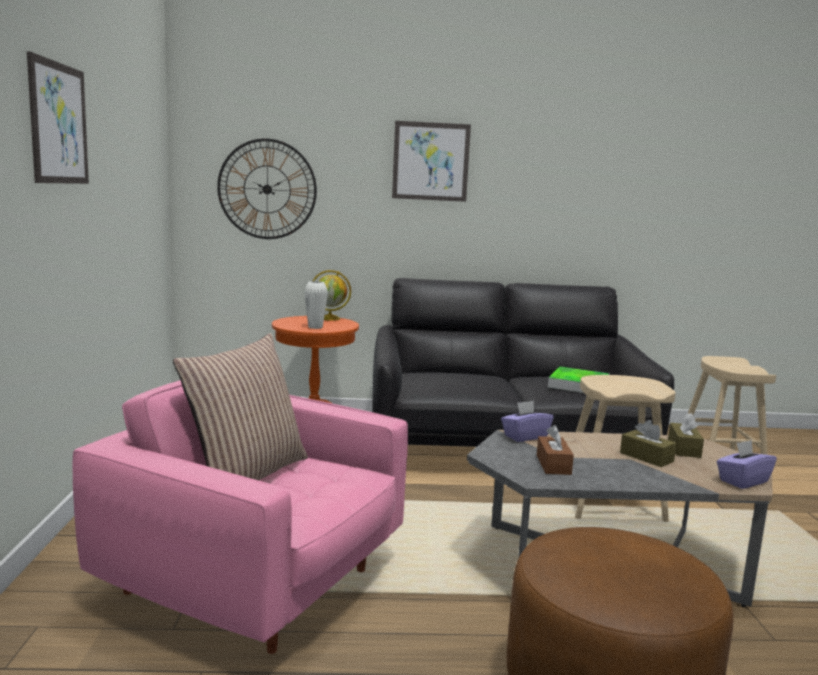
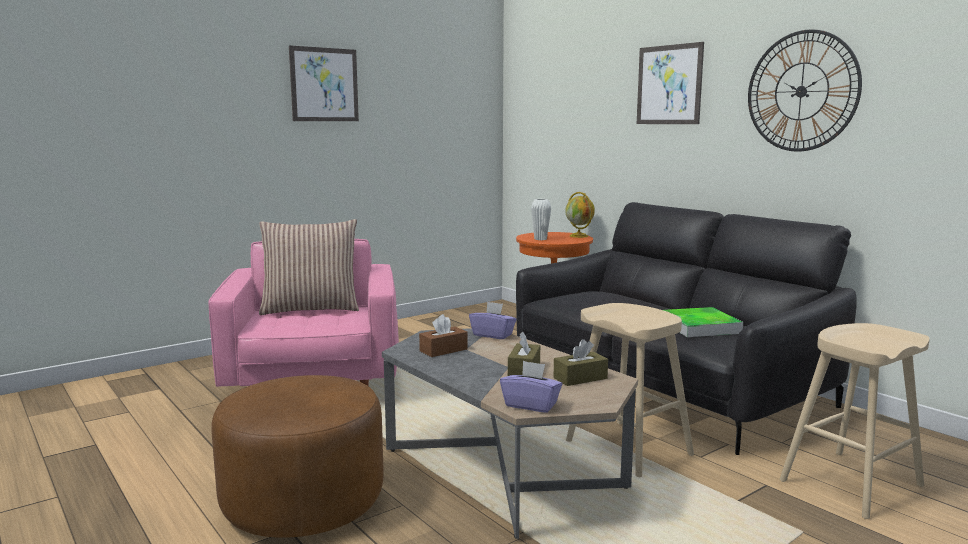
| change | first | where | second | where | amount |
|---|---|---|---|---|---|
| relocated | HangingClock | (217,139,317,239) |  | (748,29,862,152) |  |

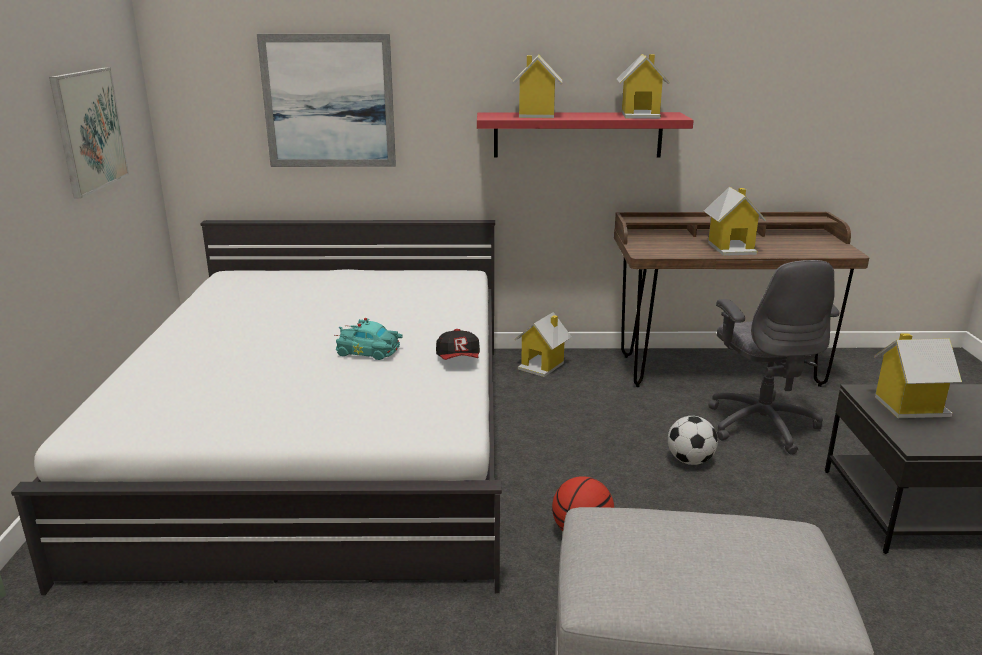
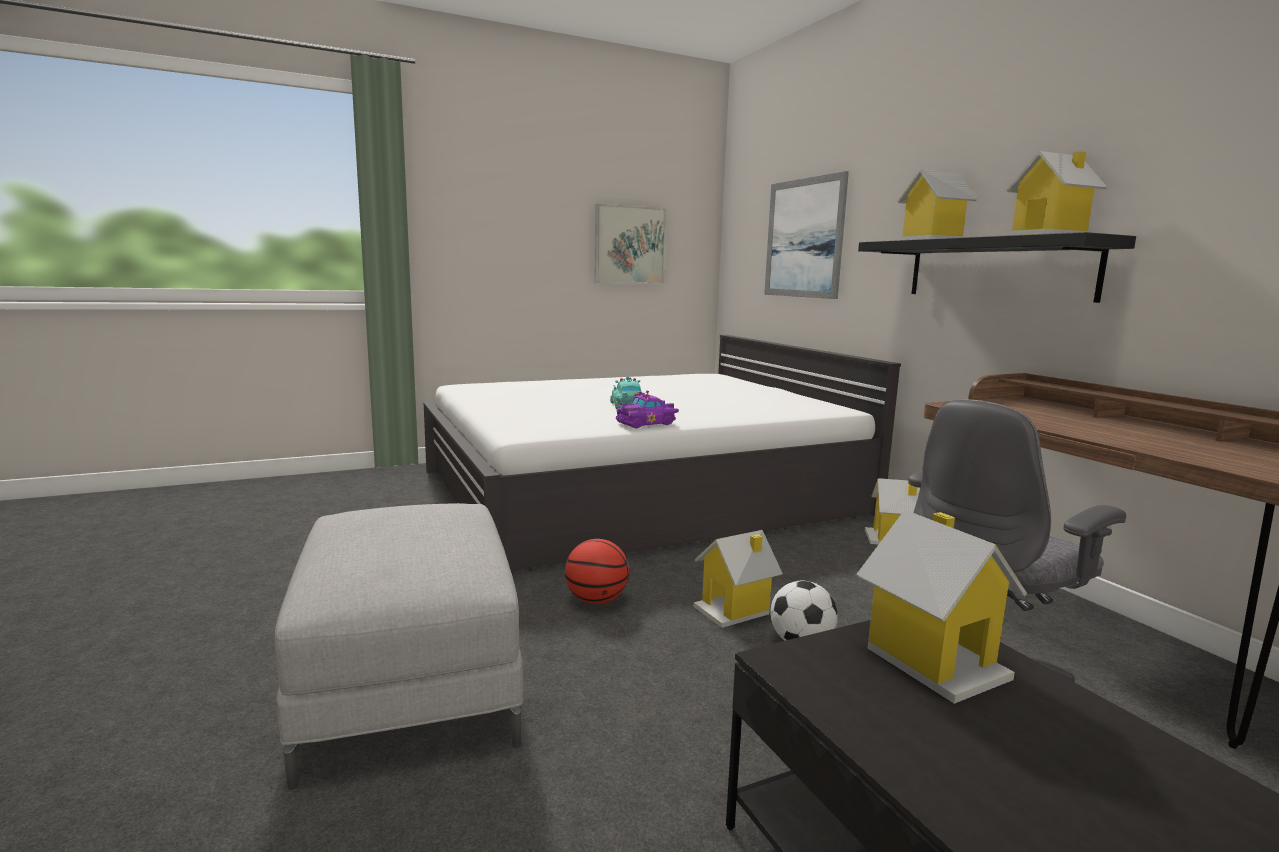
| change | first | where | second | where | amount |
|---|---|---|---|---|---|
| relocated | MiniatureHouse | (704,187,767,256) |  | (693,530,783,628) |  |
| exchanged | Cap | (436,329,480,360) | PurpleColouredToyCar | (616,391,679,428) |  |
| colour | ReddishWallShelf | (477,112,694,158) | BlackishWallShelf | (858,232,1136,303) |  |

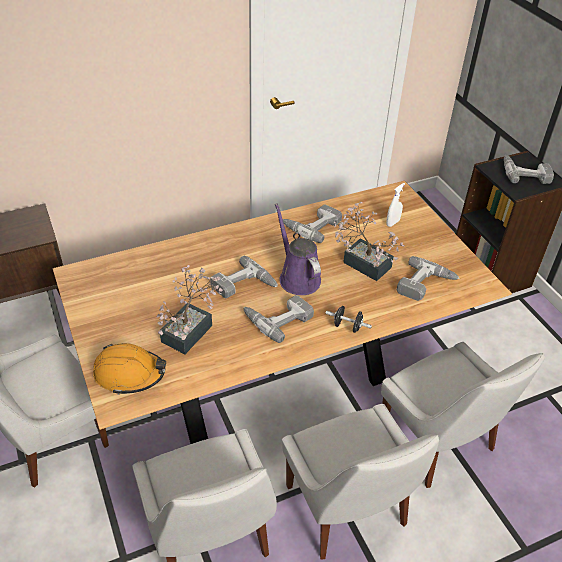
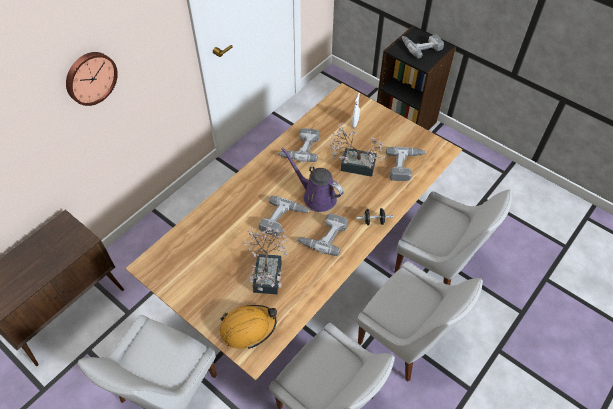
| change | first | where | second | where | amount |
|---|---|---|---|---|---|
| appeared |  |  | HangingClock | (66,52,118,106) |  |

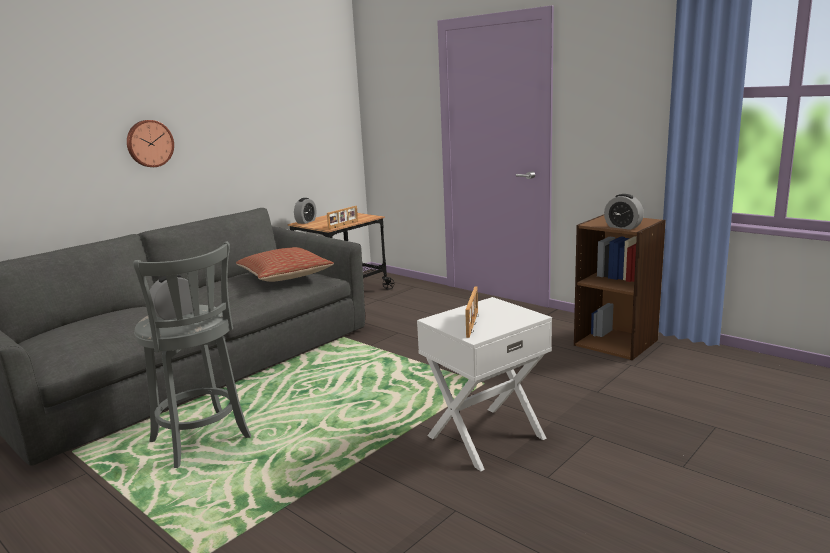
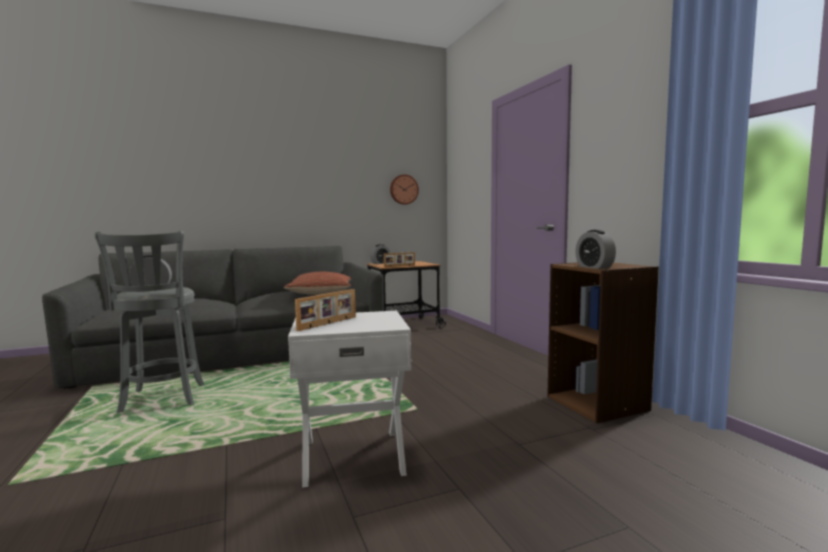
| change | first | where | second | where | amount |
|---|---|---|---|---|---|
| relocated | HangingClock | (127,120,174,167) |  | (390,175,419,205) |  |

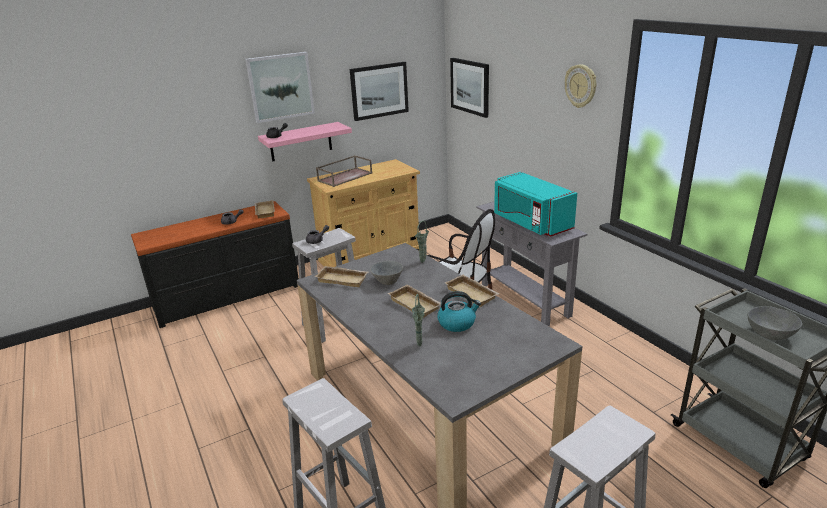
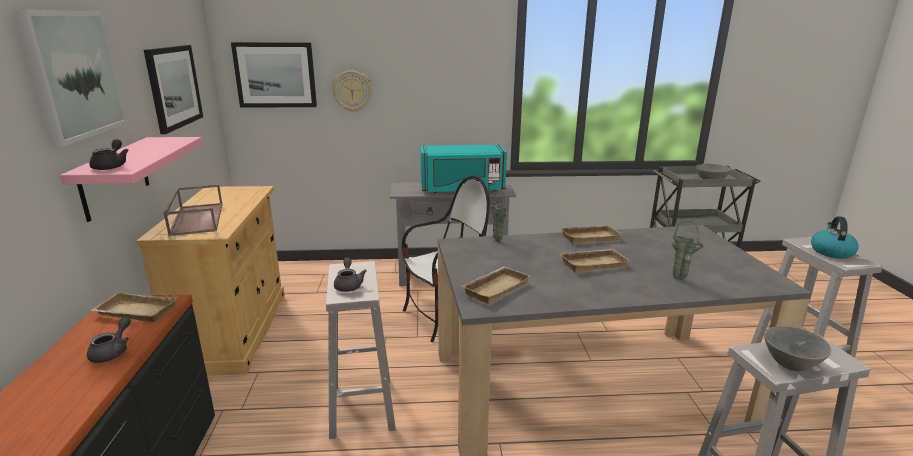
| change | first | where | second | where | amount |
|---|---|---|---|---|---|
| relocated | GrayBowl | (370,261,403,285) |  | (764,326,831,371) |  |
| relocated | WaterKettle | (437,291,481,332) |  | (811,216,859,259) |  |
| relocated | HangingClock | (565,64,596,108) |  | (332,70,372,112) |  |

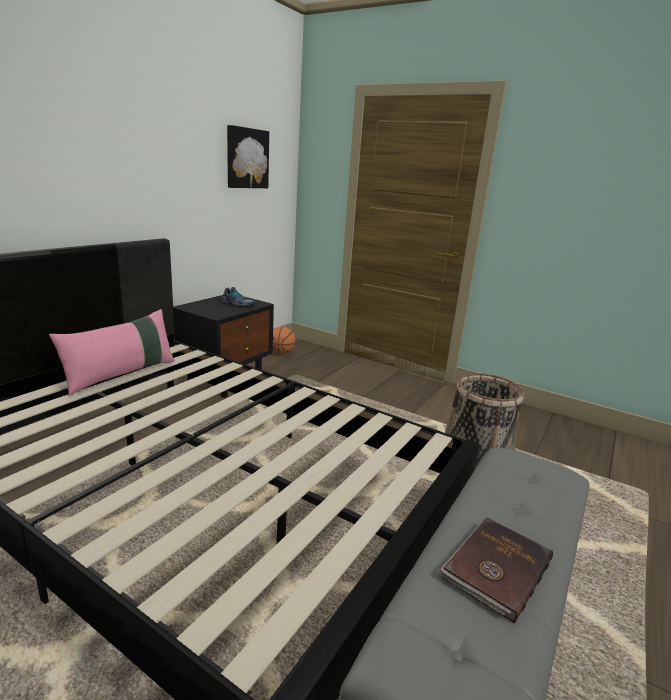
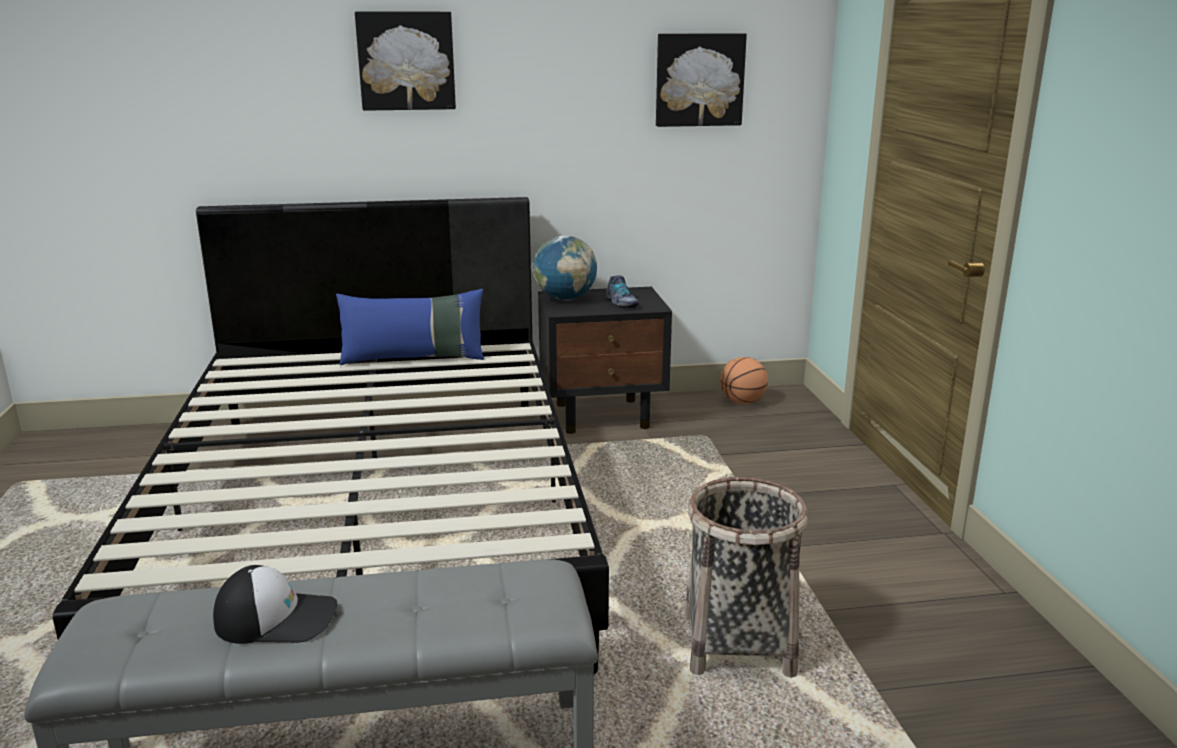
| change | first | where | second | where | amount |
|---|---|---|---|---|---|
| appeared |  |  | Picture | (355,12,456,111) |  |
| appeared |  |  | DeskGlobe | (533,236,597,301) |  |
| exchanged | BrownColouredVolume | (436,517,553,623) | Cap | (213,565,337,644) |  |
| colour | PinkColouredThrowPillow | (49,309,175,396) | BlueThrowPillow | (336,289,484,365) |  |

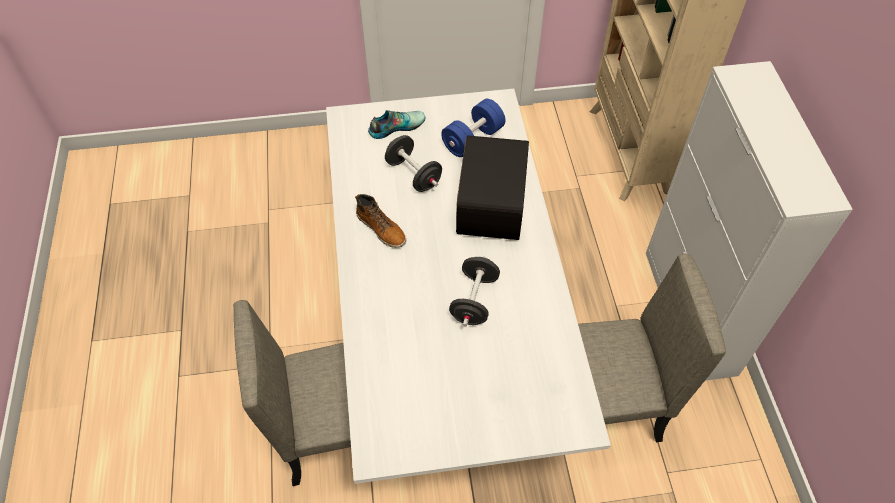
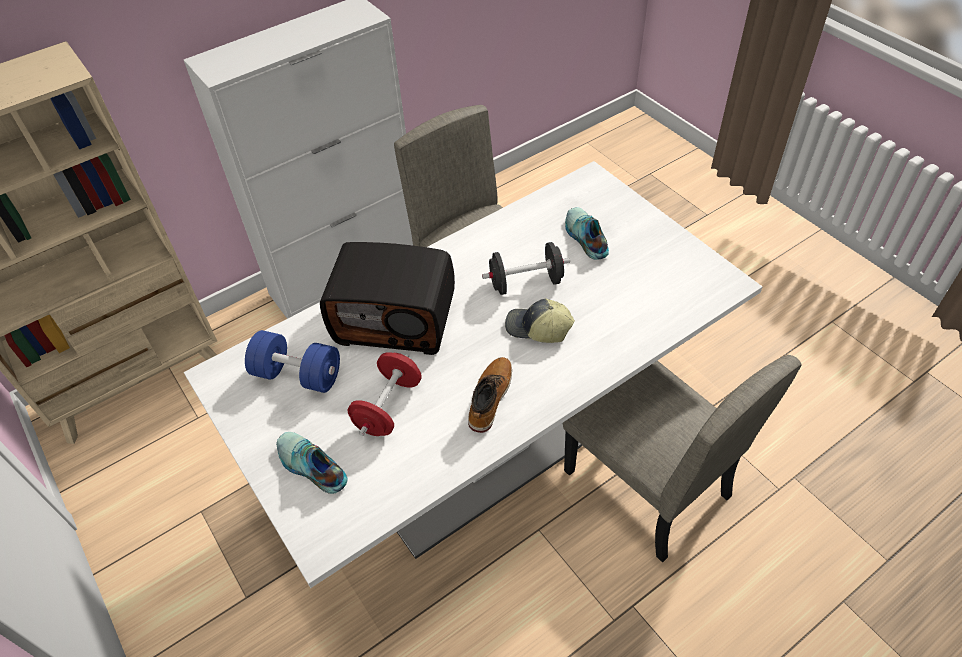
| change | first | where | second | where | amount |
|---|---|---|---|---|---|
| appeared |  |  | Cap | (505,298,575,343) |  |
| appeared |  |  | Shoe | (565,207,609,260) |  |
| colour | BlackishHandWeight | (385,135,442,192) | ReddishHandWeight | (347,352,422,436) |  |
| spun | RadioReceiver | (456,135,529,240) |  | (320,242,455,355) | 150 degrees counterclockwise |

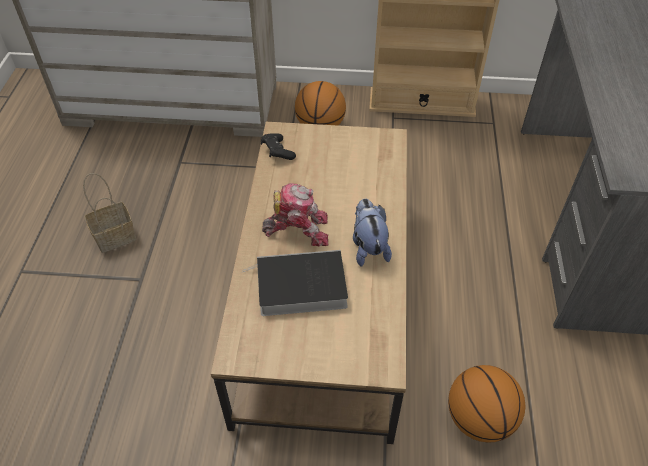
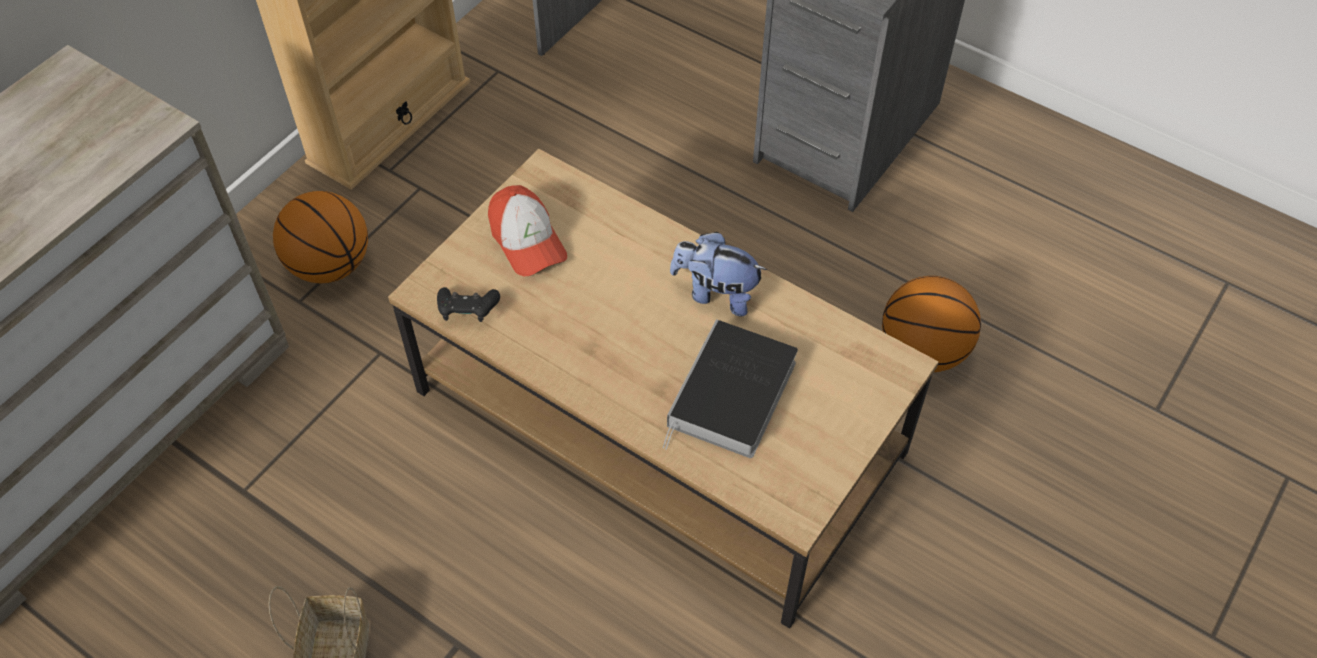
| change | first | where | second | where | amount |
|---|---|---|---|---|---|
| missing | ToyRobot | (262,183,328,246) |  |  |  |
| appeared |  |  | Cap | (488,185,567,276) |  |

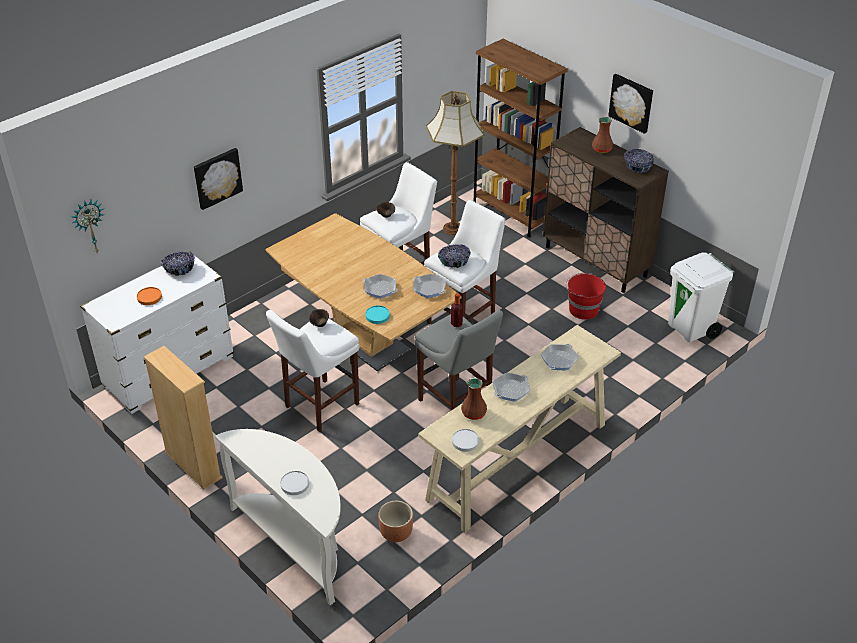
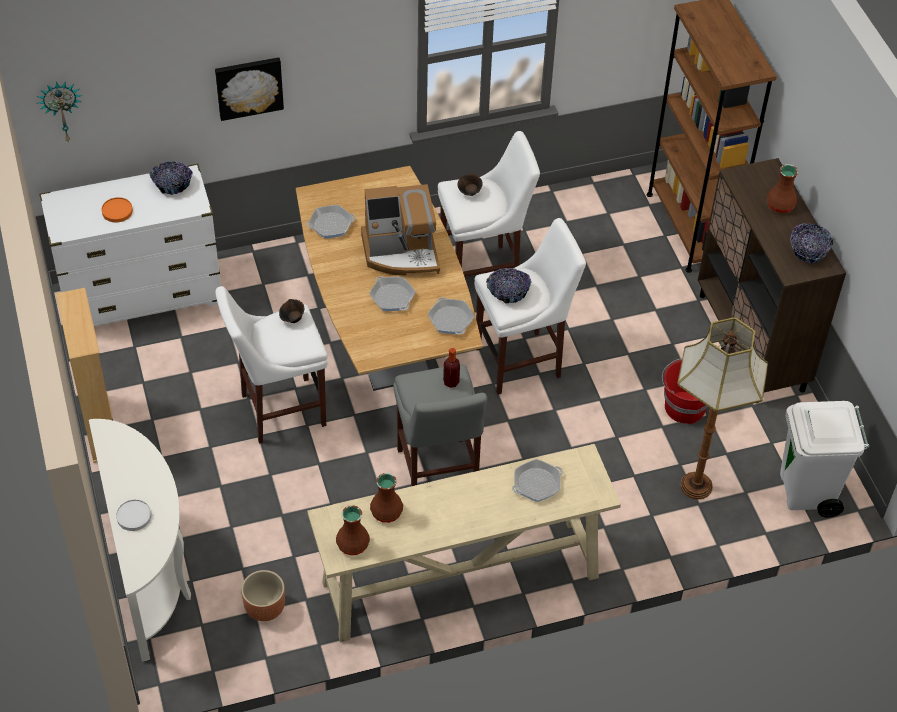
| change | first | where | second | where | amount |
|---|---|---|---|---|---|
| missing | TurquoisePlate | (365,305,390,324) |  |  |  |
| missing | Picture | (608,74,653,134) |  |  |  |
| appeared |  |  | CoffeeMaker | (361,184,440,275) |  |
| relocated | FloorLamp | (426,91,484,235) |  | (677,317,768,499) |  |
| relocated | Skillet | (493,373,530,402) |  | (306,205,356,238) |  |
| exchanged | WhiteColouredPlate | (452,429,479,452) | BrownColouredFlowerVase | (336,505,370,555) |  |

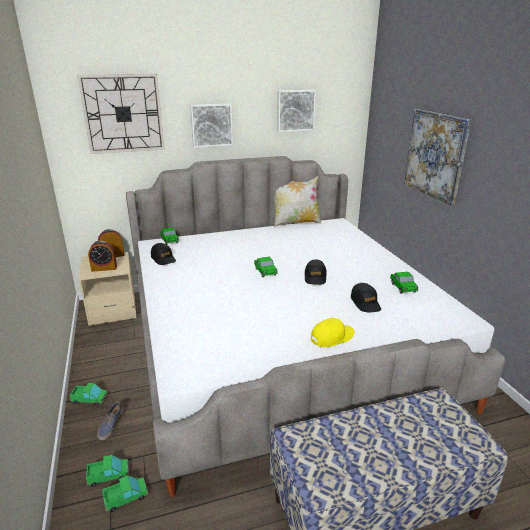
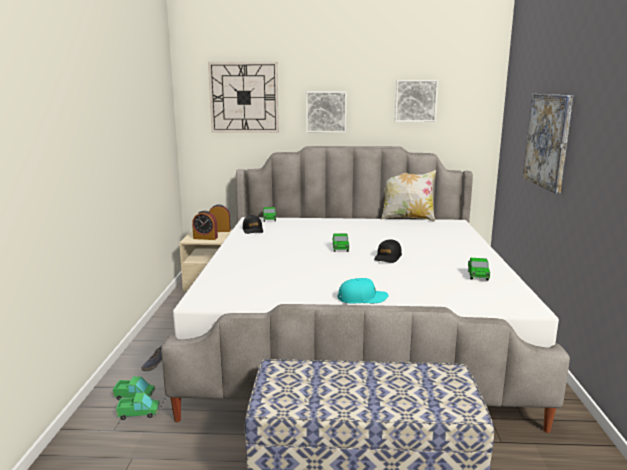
| change | first | where | second | where | amount |
|---|---|---|---|---|---|
| missing | ModelTruck | (70,383,108,405) |  |  |  |
| missing | BlackishCap | (351,283,381,312) |  |  |  |
| colour | YellowCap | (311,318,354,347) | TurquoiseCap | (337,278,388,303) |  |

